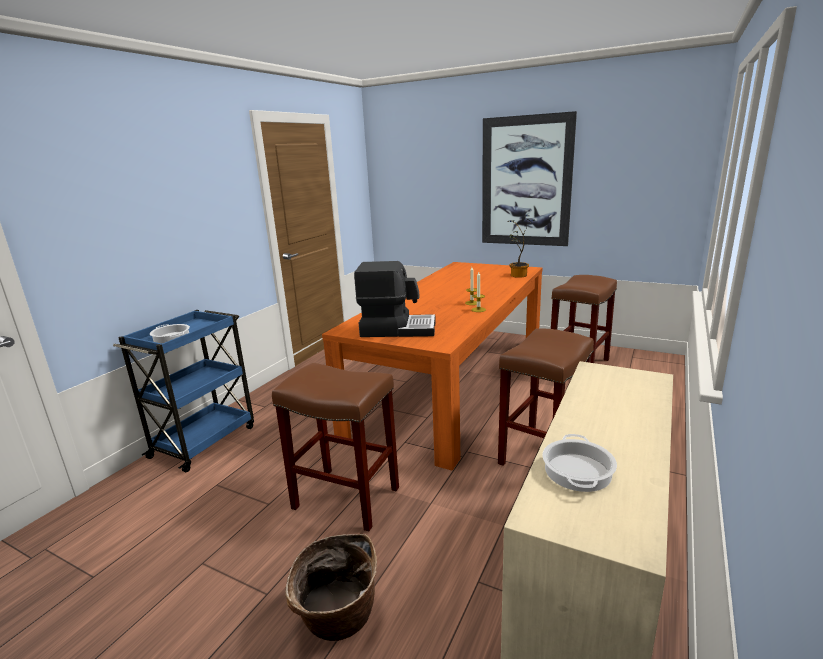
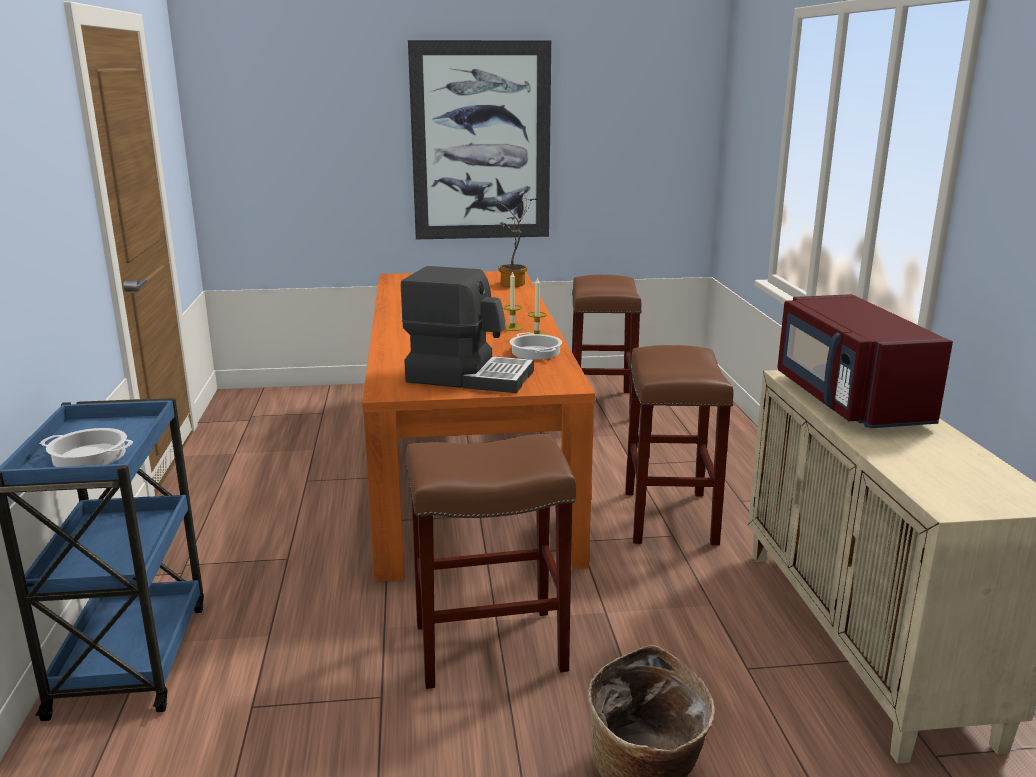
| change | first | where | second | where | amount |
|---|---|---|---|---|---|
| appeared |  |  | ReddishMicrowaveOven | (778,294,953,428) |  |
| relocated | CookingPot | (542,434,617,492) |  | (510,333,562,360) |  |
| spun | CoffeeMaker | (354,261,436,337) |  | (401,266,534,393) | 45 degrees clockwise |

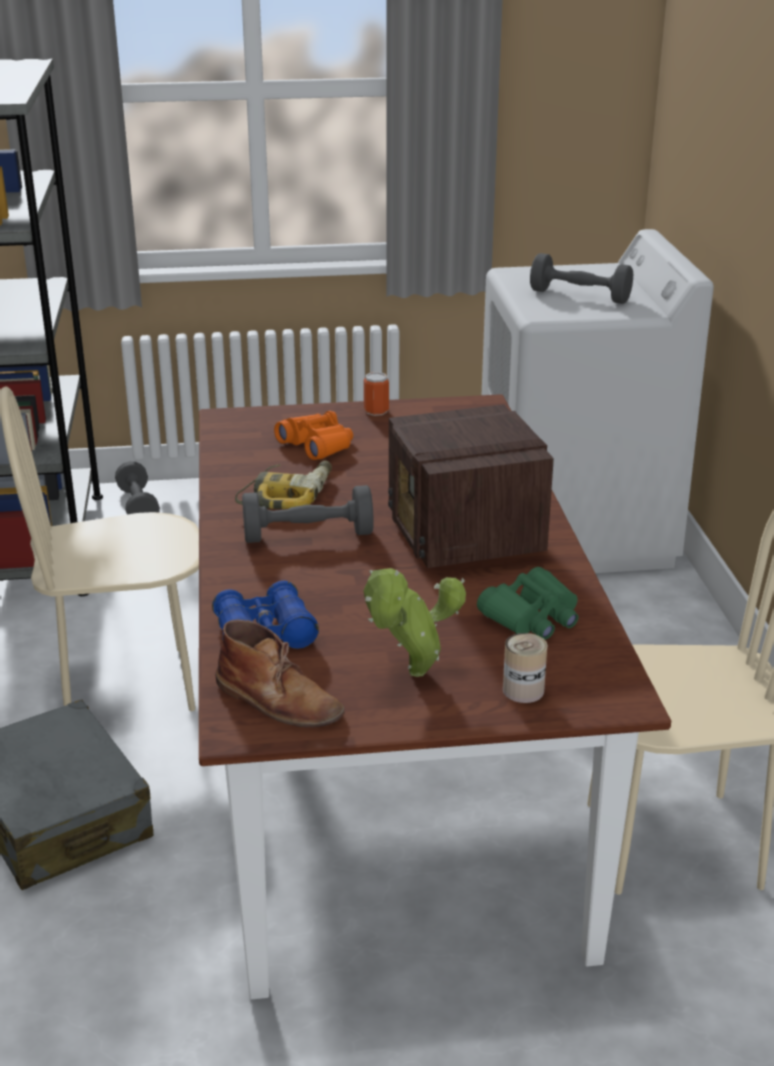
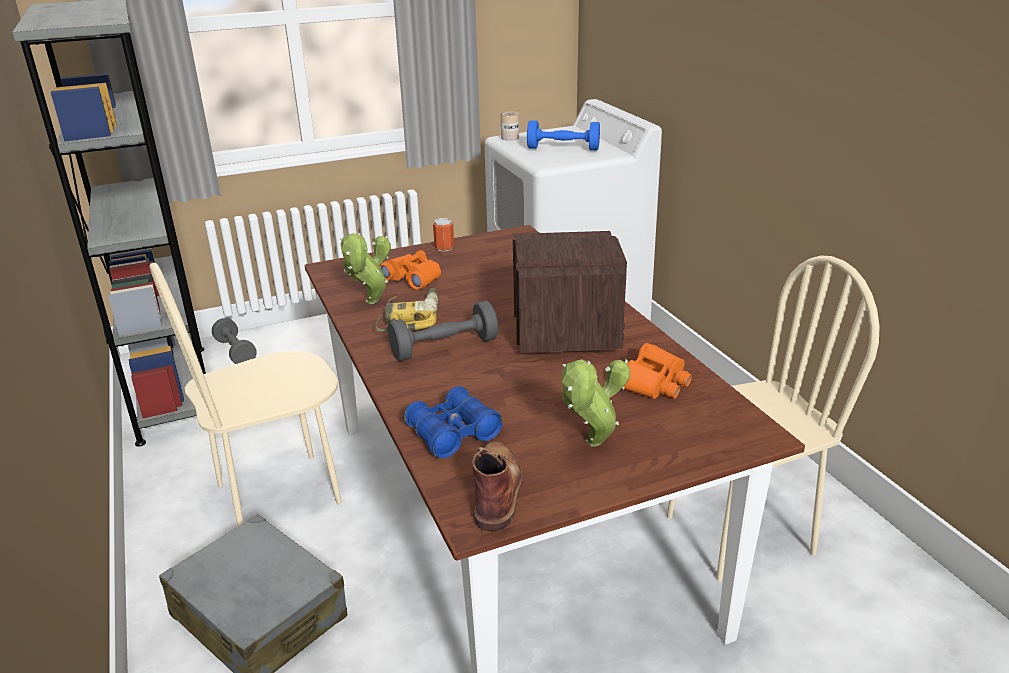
| change | first | where | second | where | amount |
|---|---|---|---|---|---|
| appeared |  |  | PlantInAPot | (340,232,391,304) |  |
| relocated | SealedCan | (503,633,547,703) |  | (501,111,519,141) |  |
| colour | GreenishFieldGlasses | (477,567,578,639) | OrangeColouredFieldGlasses | (621,343,692,399) |  |
| colour | GrayHandWeight | (530,253,633,304) | BlueHandWeight | (527,120,600,150) |  |
| spun | BrownColouredBoot | (216,620,345,727) |  | (472,442,522,531) | 105 degrees counterclockwise |
| spun | RadioReceiver | (388,404,554,568) |  | (513,231,627,353) | 150 degrees counterclockwise |

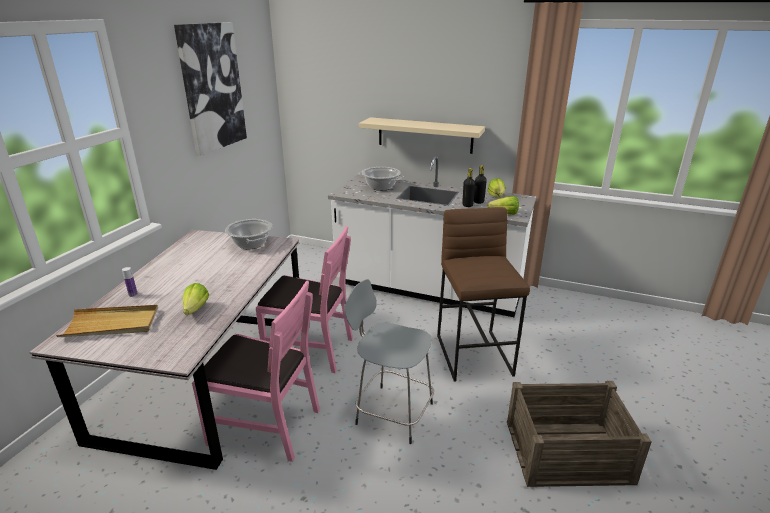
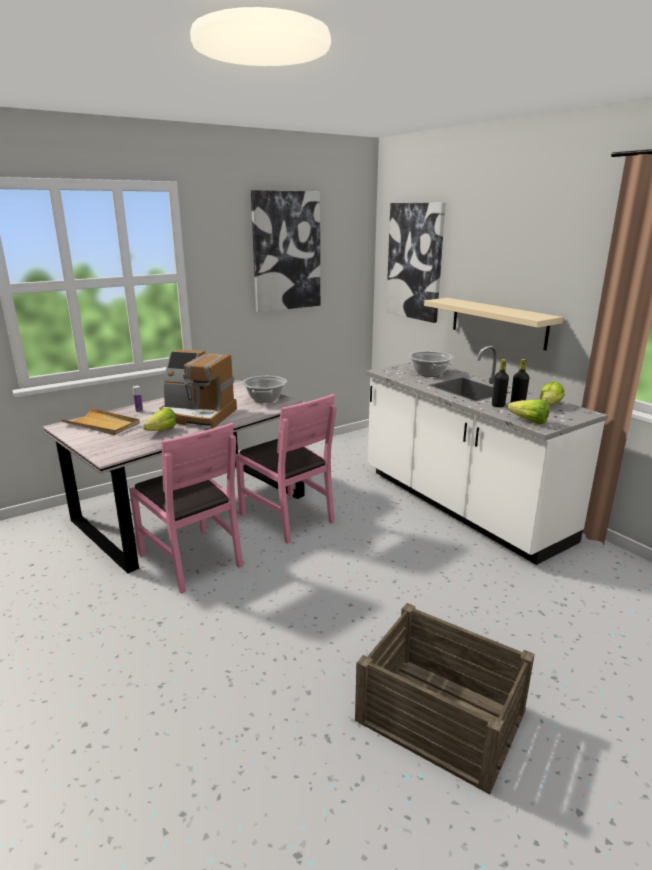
| change | first | where | second | where | amount |
|---|---|---|---|---|---|
| missing | GrayStoolSeat | (344,279,434,444) |  |  |  |
| missing | BrownColouredStoolSeat | (437,207,530,382) |  |  |  |
| appeared |  |  | CoffeeMaker | (160,349,237,429) |  |
| appeared |  |  | Picture | (386,203,446,323) |  |

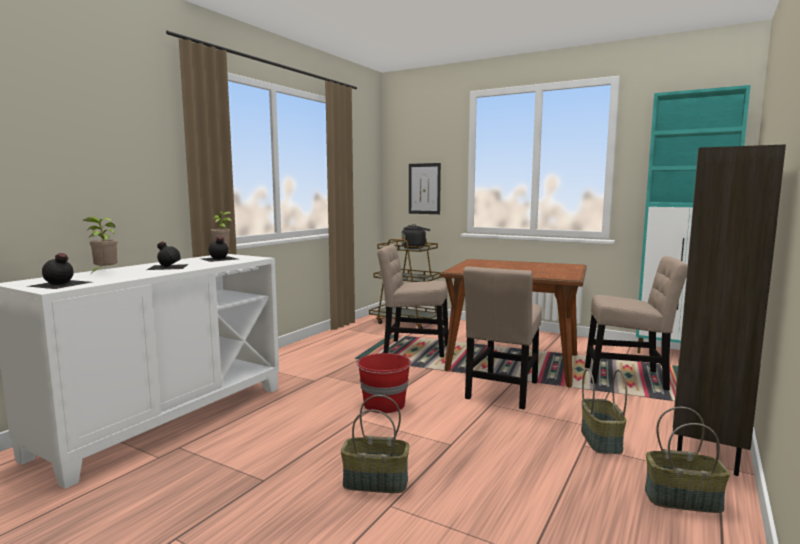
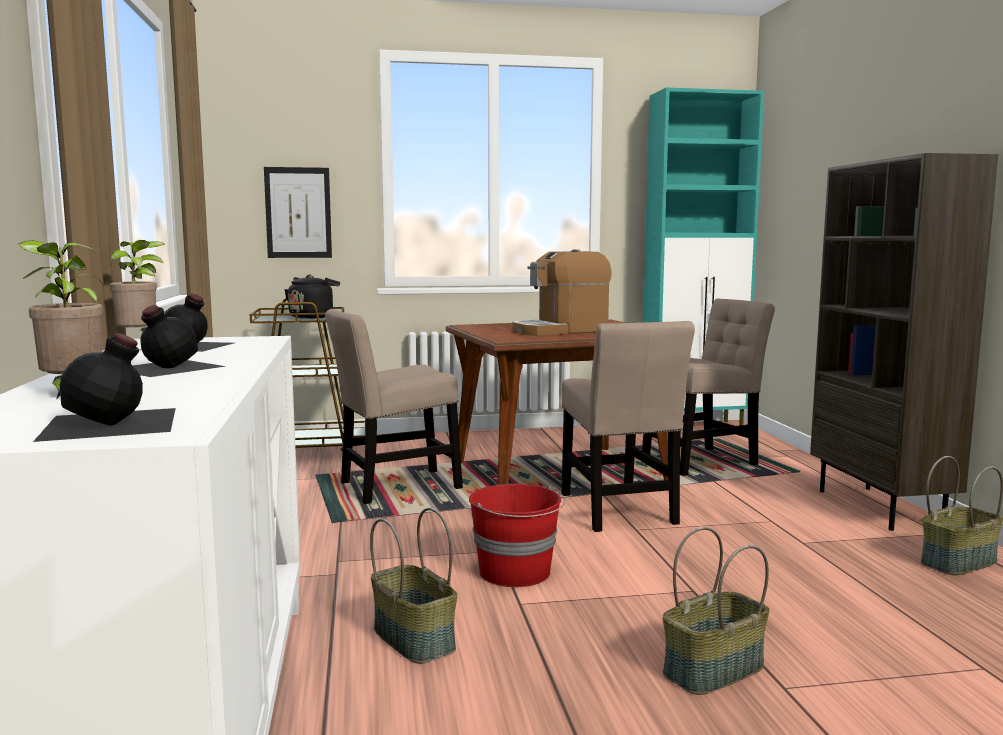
| change | first | where | second | where | amount |
|---|---|---|---|---|---|
| appeared |  |  | CoffeeMaker | (512,249,612,336) |  |
| relocated | HouseholdBasket | (581,369,627,454) |  | (370,508,457,664) |  |

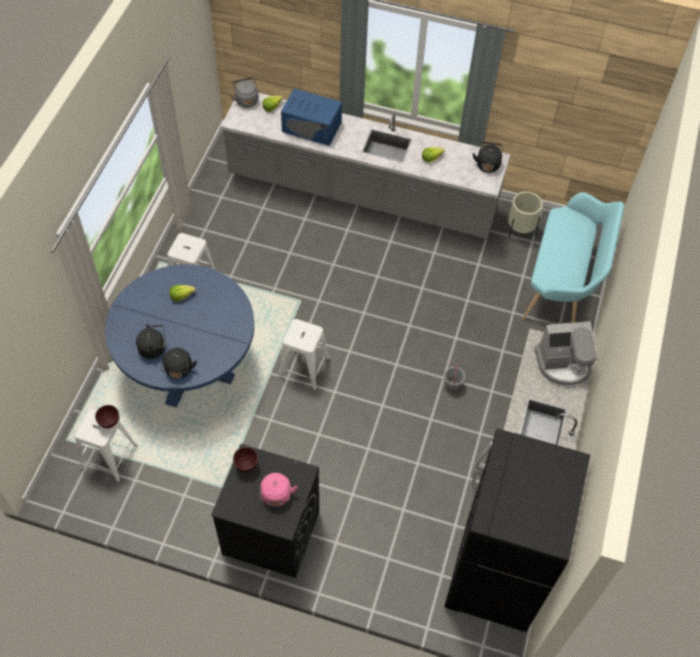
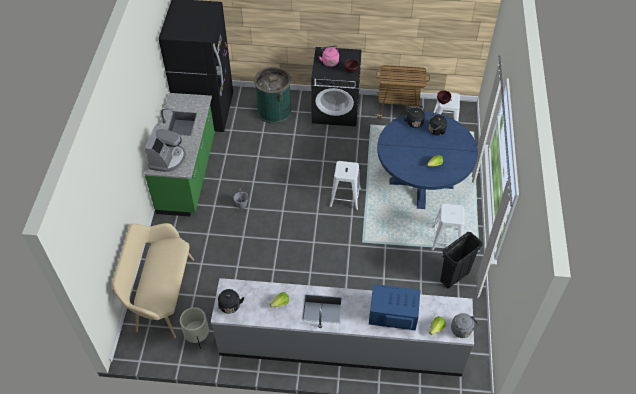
| change | first | where | second | where | amount |
|---|---|---|---|---|---|
| appeared |  |  | GreenishRubbishBin | (254,67,291,124) |  |
| appeared |  |  | Trolley | (375,65,430,119) |  |
| appeared |  |  | BlackishRubbishBin | (440,232,483,288) |  |
| colour | TurquoiseBench | (523,192,624,323) | BeigeColouredBench | (112,223,194,338) |  |
| spun | CoffeeMaker | (535,321,596,385) |  | (145,126,186,172) | 120 degrees clockwise |

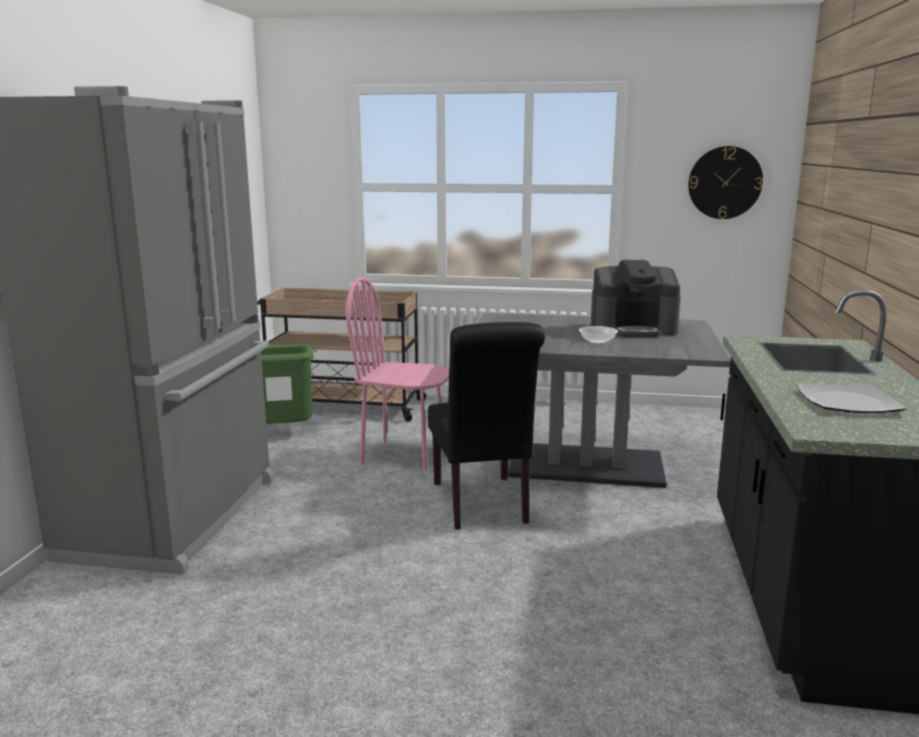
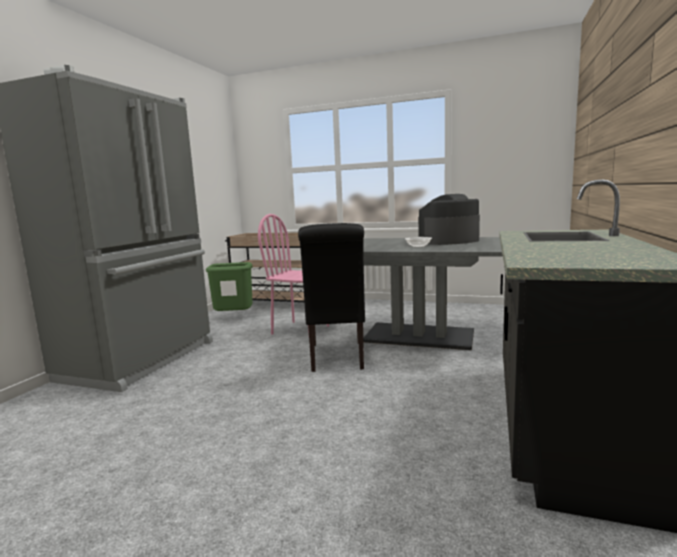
| change | first | where | second | where | amount |
|---|---|---|---|---|---|
| missing | HangingClock | (688,146,763,219) |  |  |  |
| missing | Plate | (796,383,907,413) |  |  |  |
| spun | CoffeeMaker | (590,260,681,337) |  | (418,194,480,245) | 150 degrees clockwise |

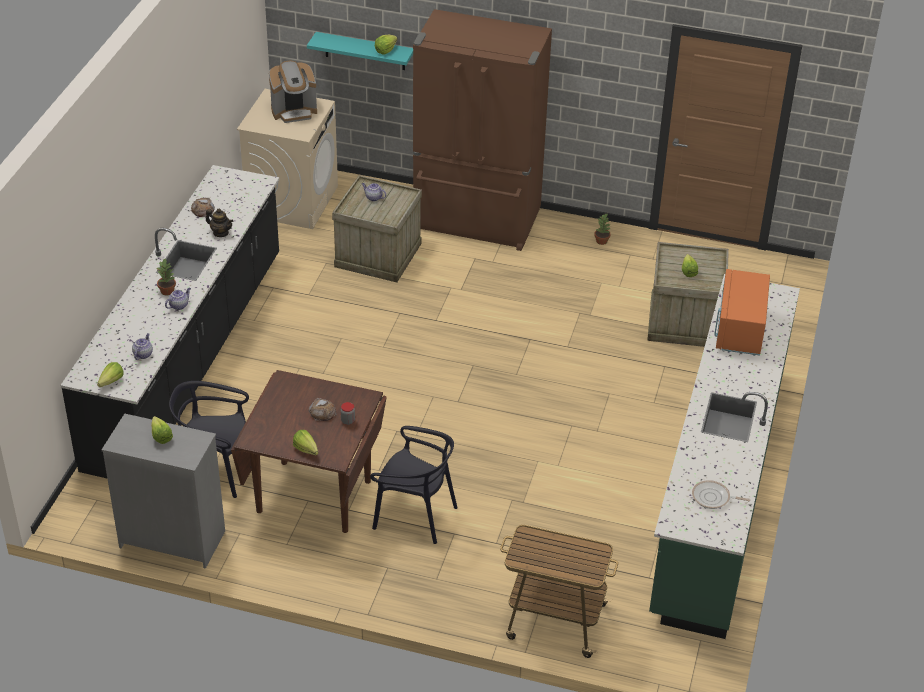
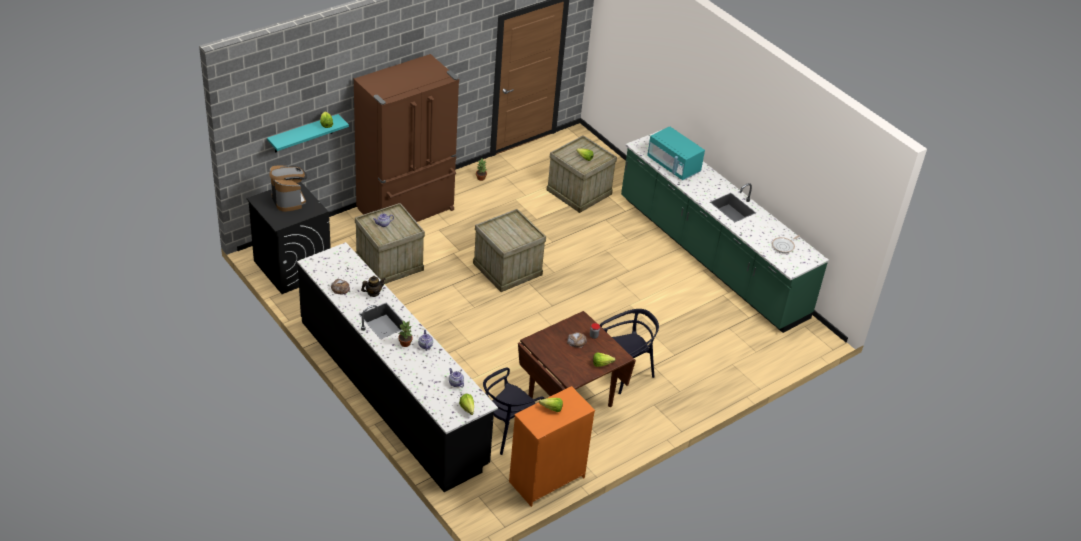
| change | first | where | second | where | amount |
|---|---|---|---|---|---|
| missing | Trolley | (500,525,618,658) |  |  |  |
| appeared |  |  | ShippingCrate | (473,209,546,292) |  |
| colour | GrayDresser | (102,414,225,569) | OrangeColouredDresser | (509,386,595,507) |  |
| colour | BeigeColouredLaundryMachine | (237,89,338,229) | BlackishLaundryMachine | (246,182,331,294) |  |
| colour | OrangeColouredMicrowaveOven | (714,269,770,356) | TurquoiseMicrowaveOven | (647,126,705,180) |  |
| spun | CoffeeMaker | (269,61,317,123) |  | (269,166,307,212) | 45 degrees counterclockwise |

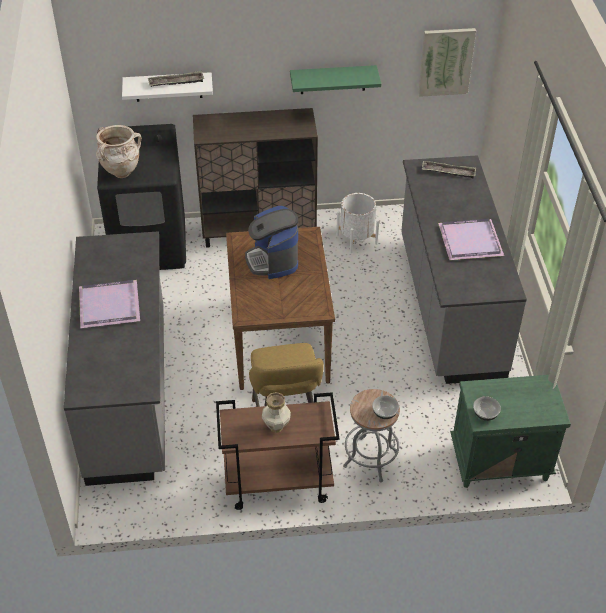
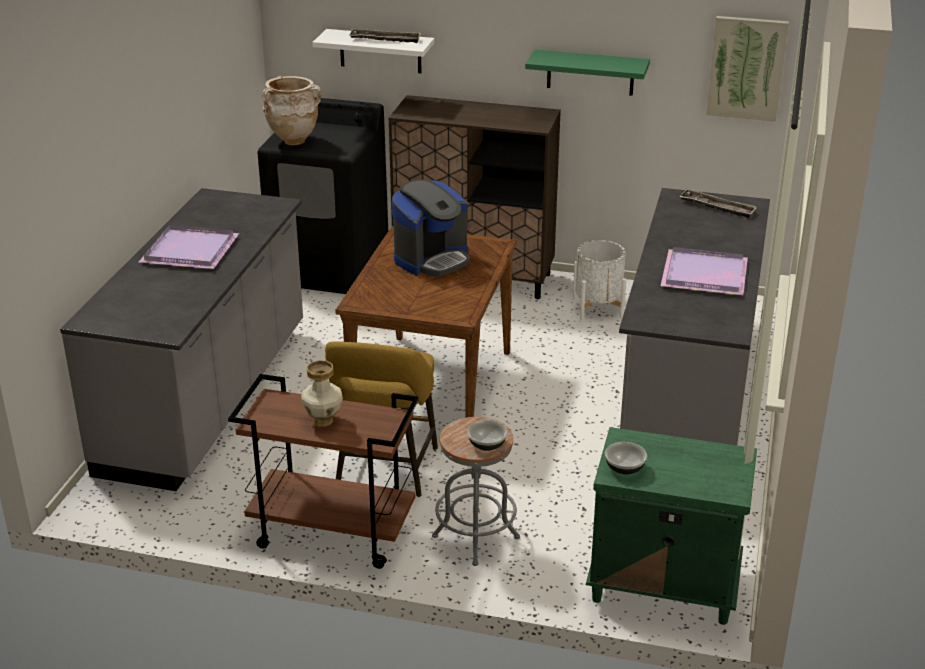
| change | first | where | second | where | amount |
|---|---|---|---|---|---|
| spun | CoffeeMaker | (245,206,298,279) |  | (392,179,470,277) | 135 degrees counterclockwise |

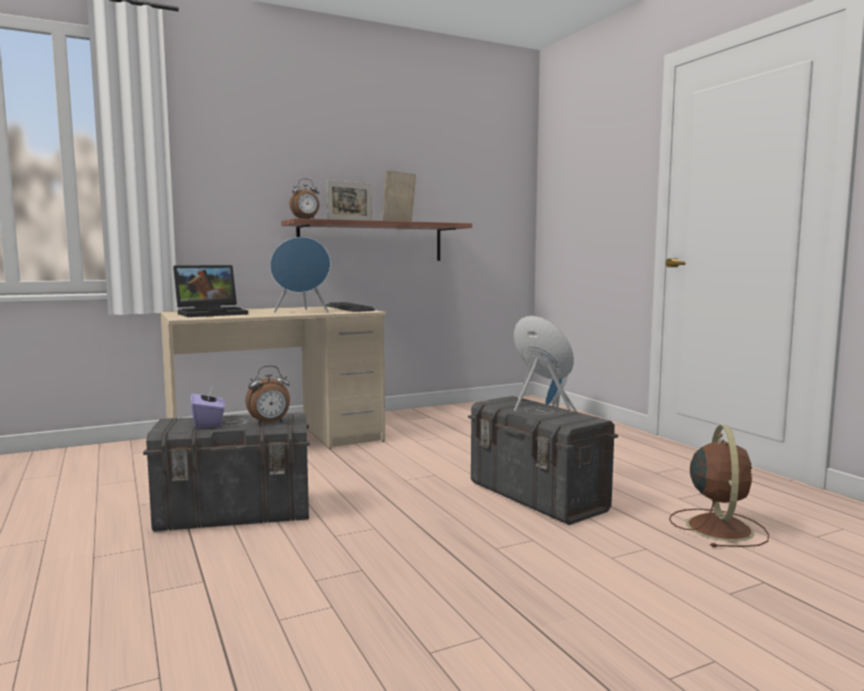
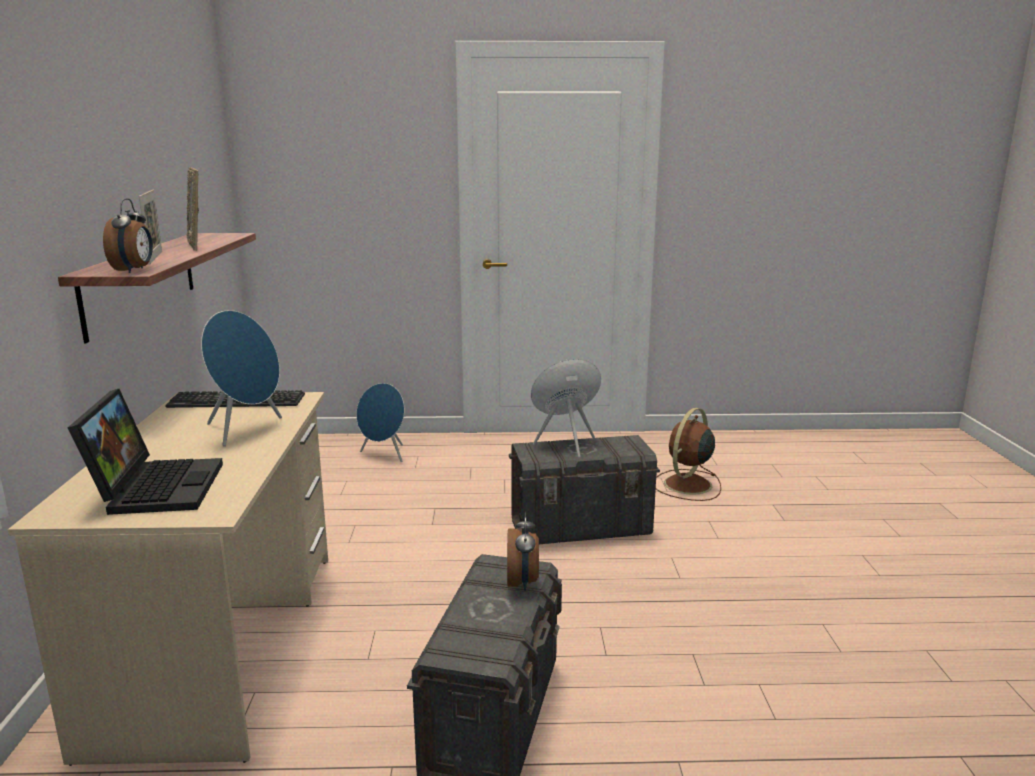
| change | first | where | second | where | amount |
|---|---|---|---|---|---|
| missing | PurpleColouredTissueHolder | (191,387,225,428) |  |  |  |
| spun | BrownColouredElectricFan | (669,425,769,547) |  | (656,408,721,501) | 90 degrees counterclockwise |

